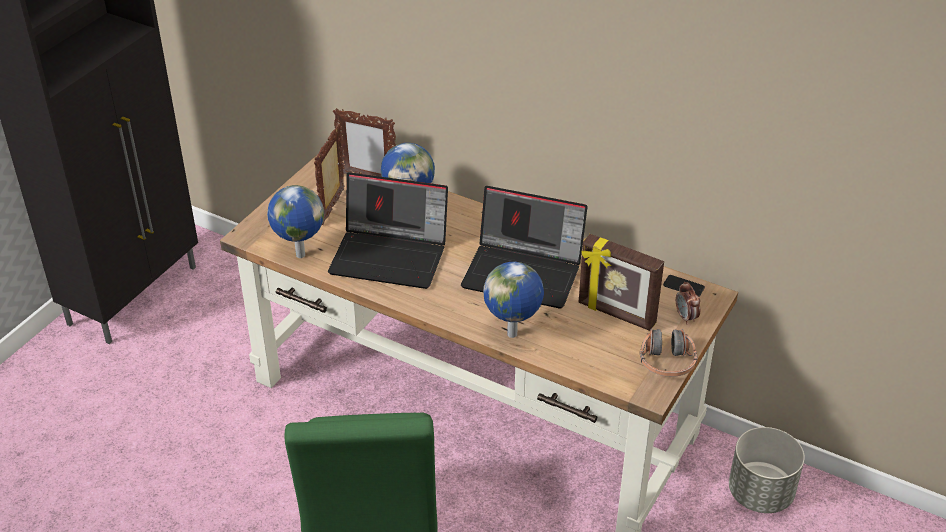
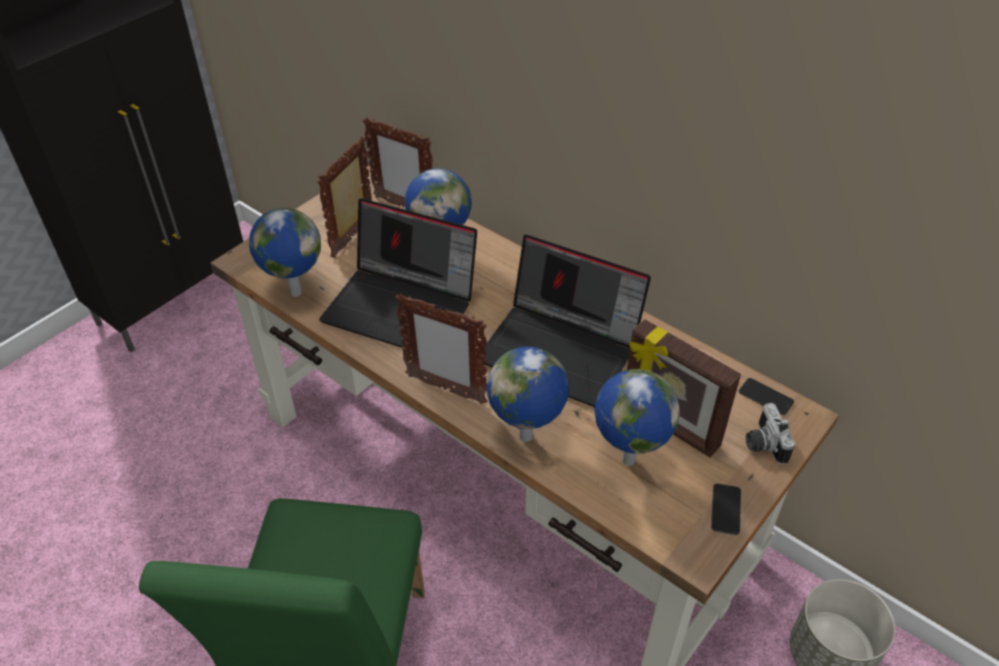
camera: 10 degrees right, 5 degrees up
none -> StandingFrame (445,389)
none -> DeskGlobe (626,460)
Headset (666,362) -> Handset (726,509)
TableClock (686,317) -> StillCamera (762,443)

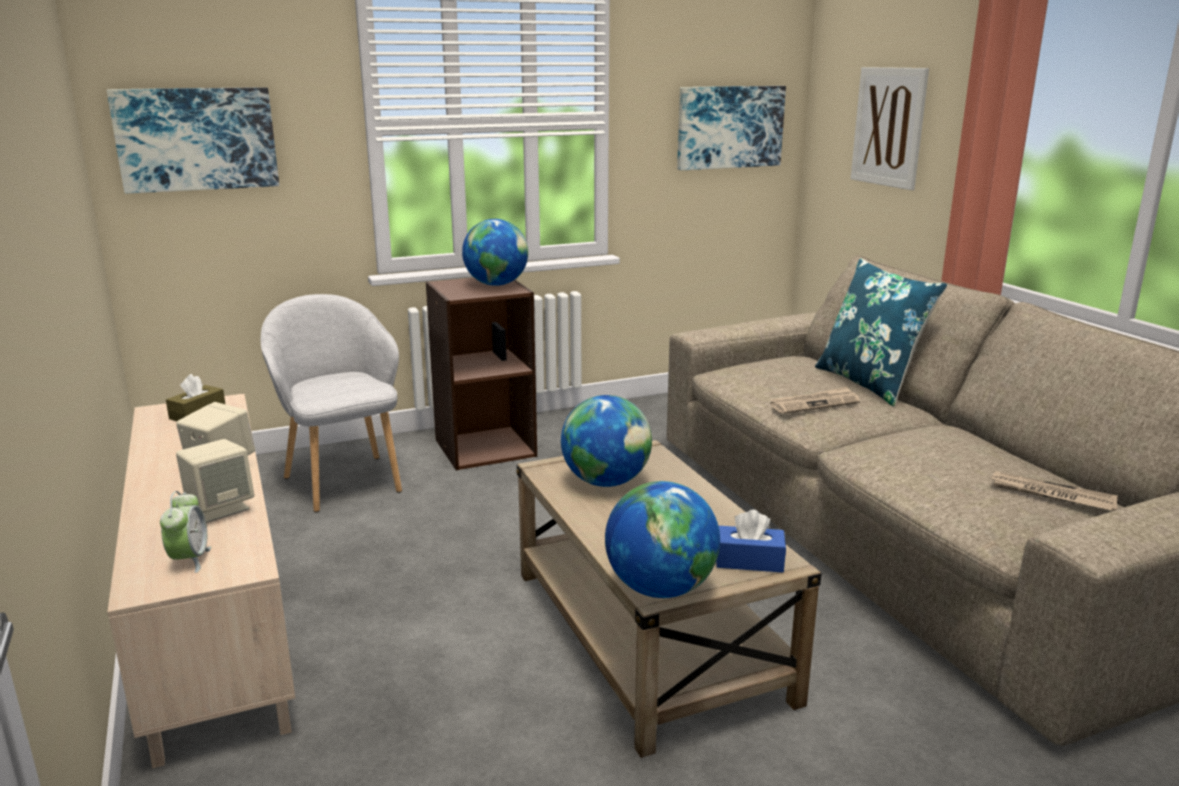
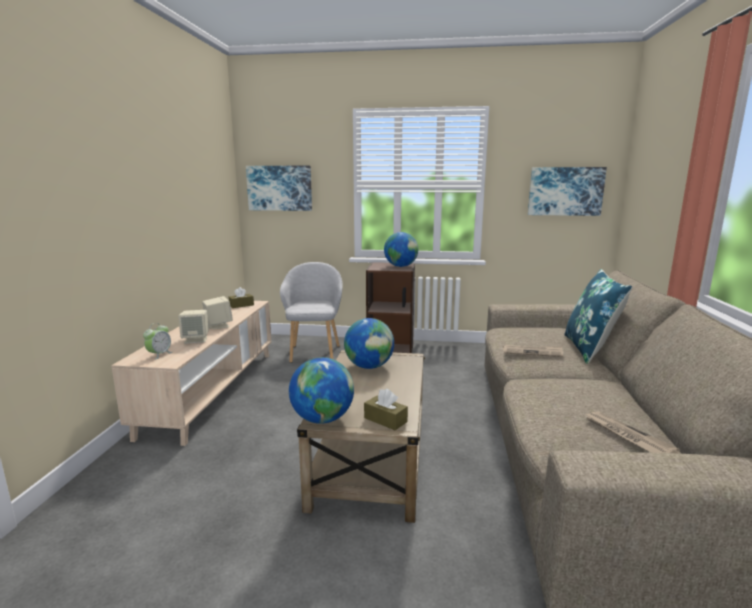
camera: 30 degrees right, 5 degrees down
BluishTissueBox (749,561) -> BrownColouredTissueBox (385,420)
WallArt (889,127) -> none

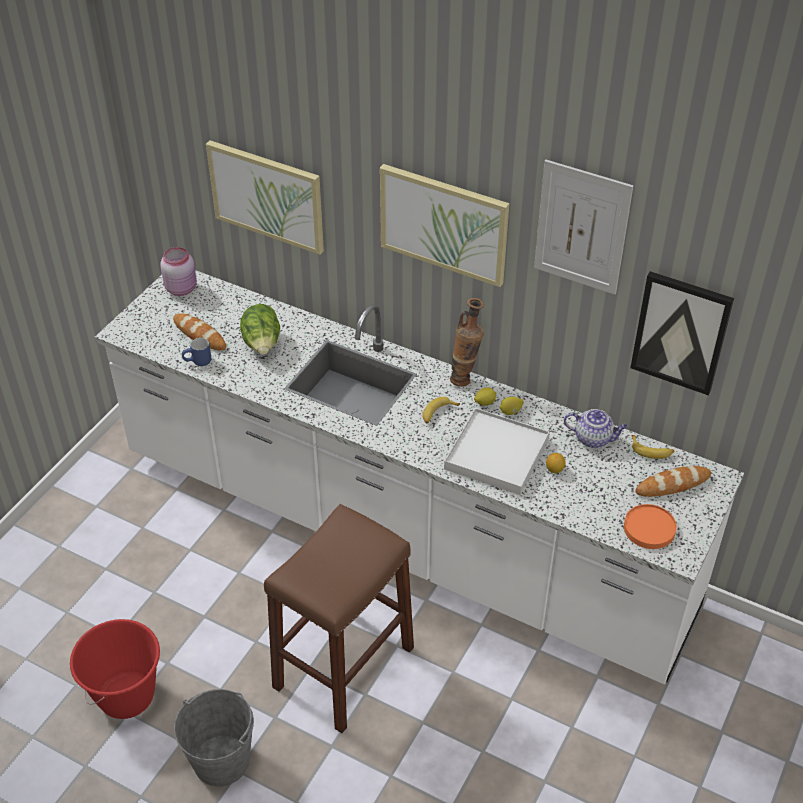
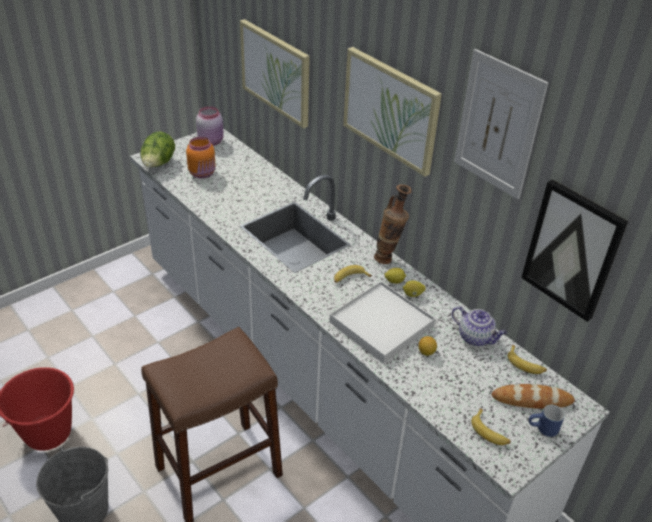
camera: 20 degrees right, 5 degrees down
HeadOfLettuce (262,345) -> HeadOfLettuce (158,165), shifted
BakedBread (199,334) -> OrangeColouredPreserveJar (203,173)
OrangeColouredDinnerPlate (649,528) -> WholeBanana (490,432)
BluishCoffeeMug (198,363) -> BluishCoffeeMug (542,430), shifted

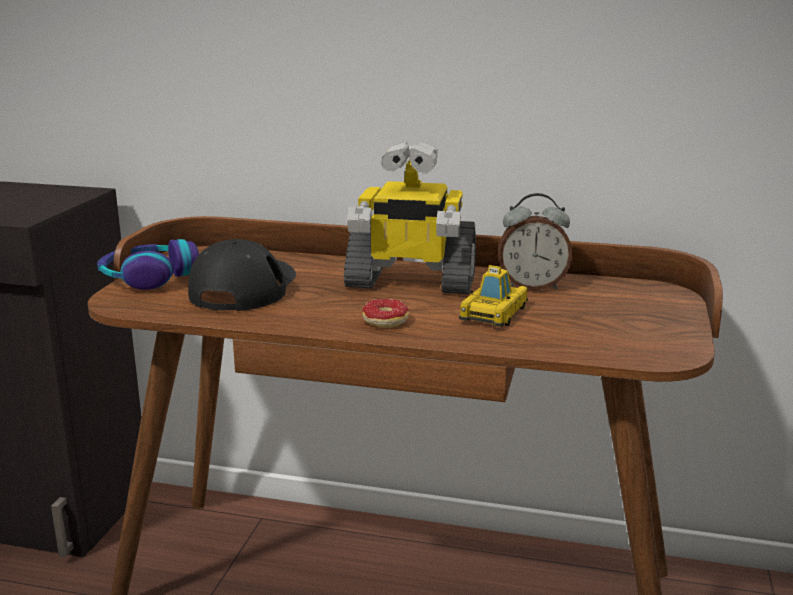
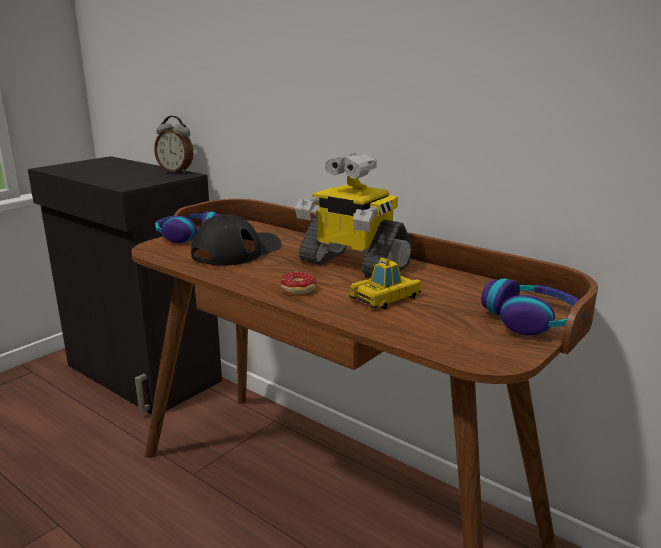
camera: 25 degrees right, 0 degrees up
TableClock (532,286) -> TableClock (176,171), shifted
none -> Headset (532,320)

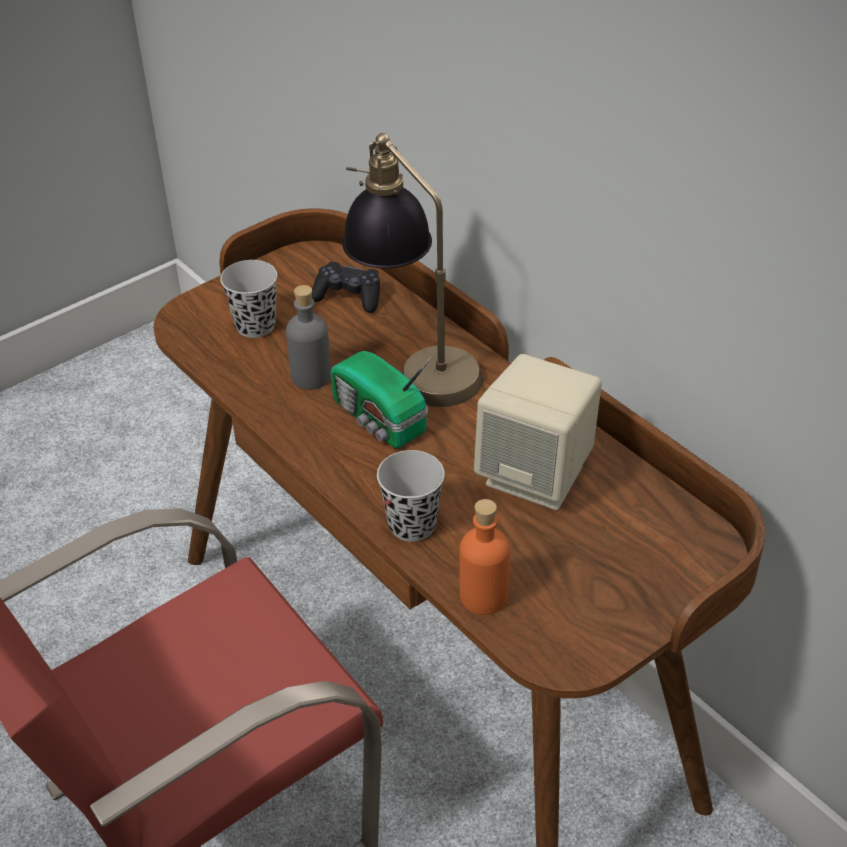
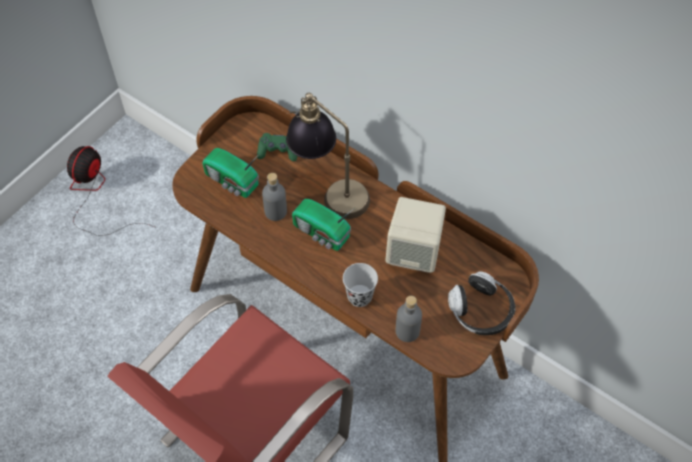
camera: 15 degrees left, 15 degrees up
none -> Fan (95,195)
BlackishCup (255,326) -> RadioReceiver (232,182)
BlackishGameController (348,296) -> GreenishGameController (278,151)
OrangeColouredDrinkBottle (483,596) -> GrayDrinkBottle (407,331)
none -> Headset (481,311)

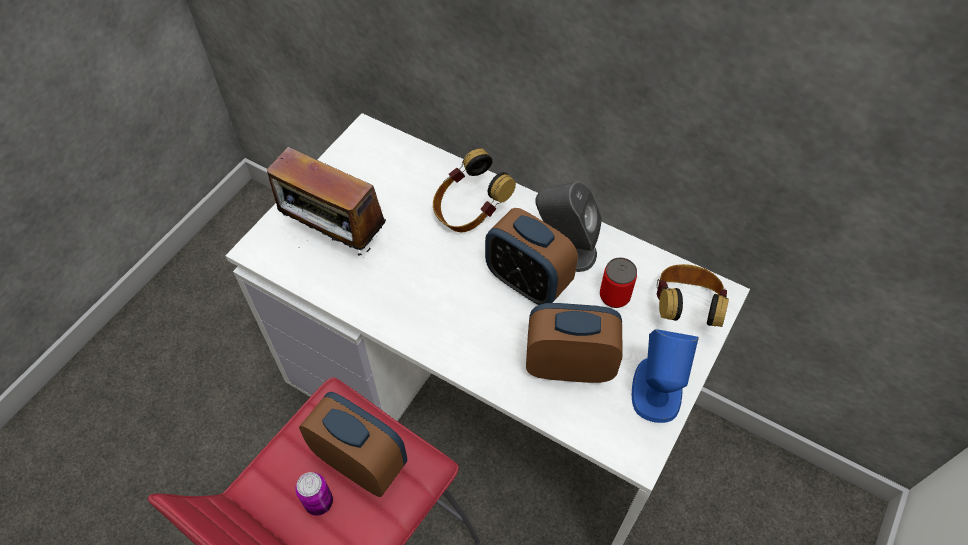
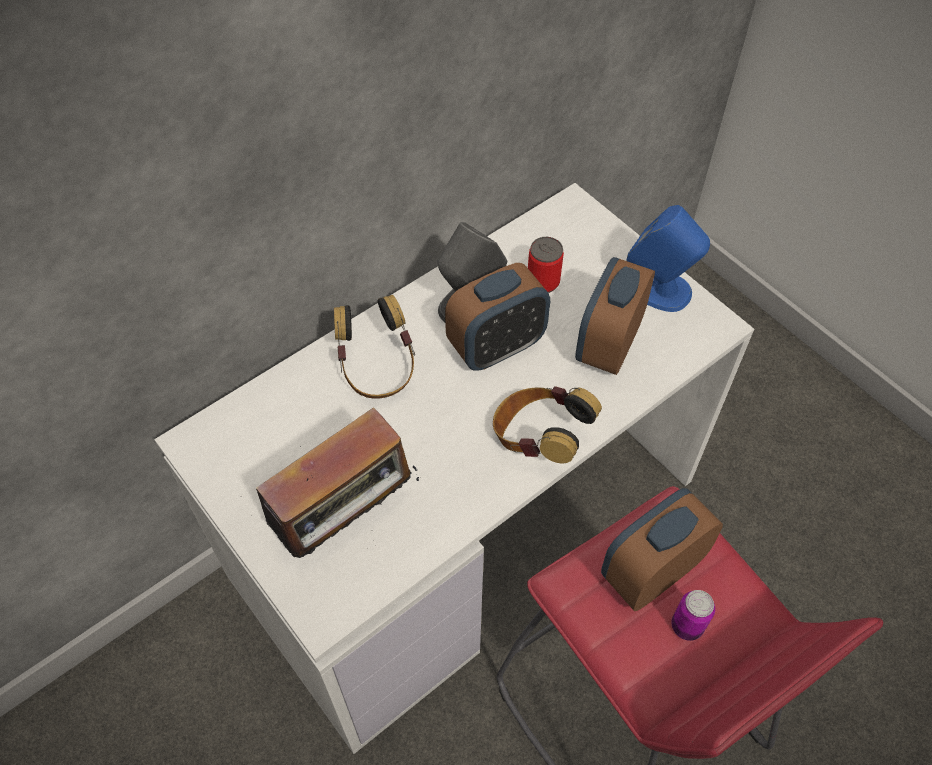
camera: 70 degrees left, 0 degrees up
Headset (685,308) -> Headset (539,439), shifted

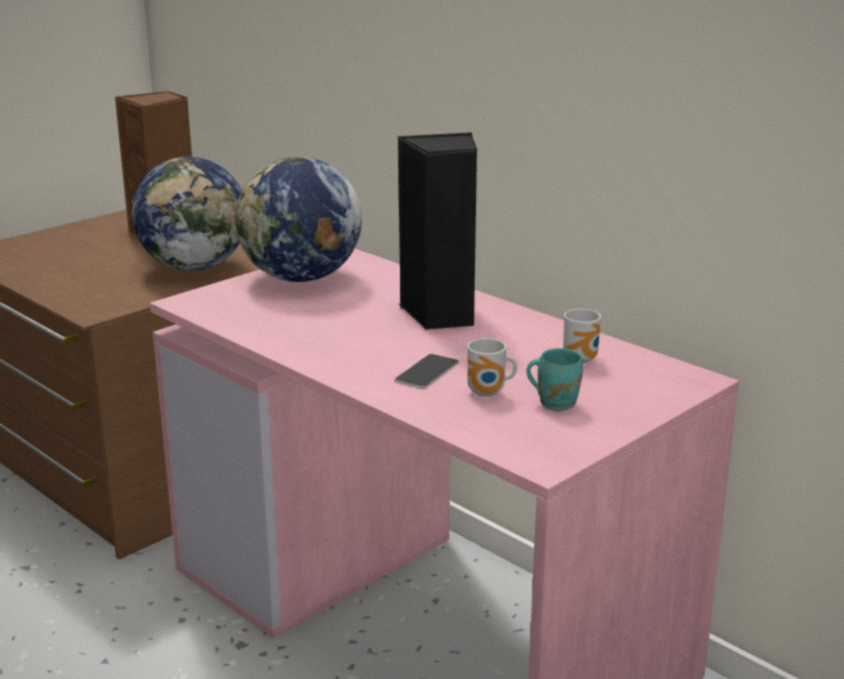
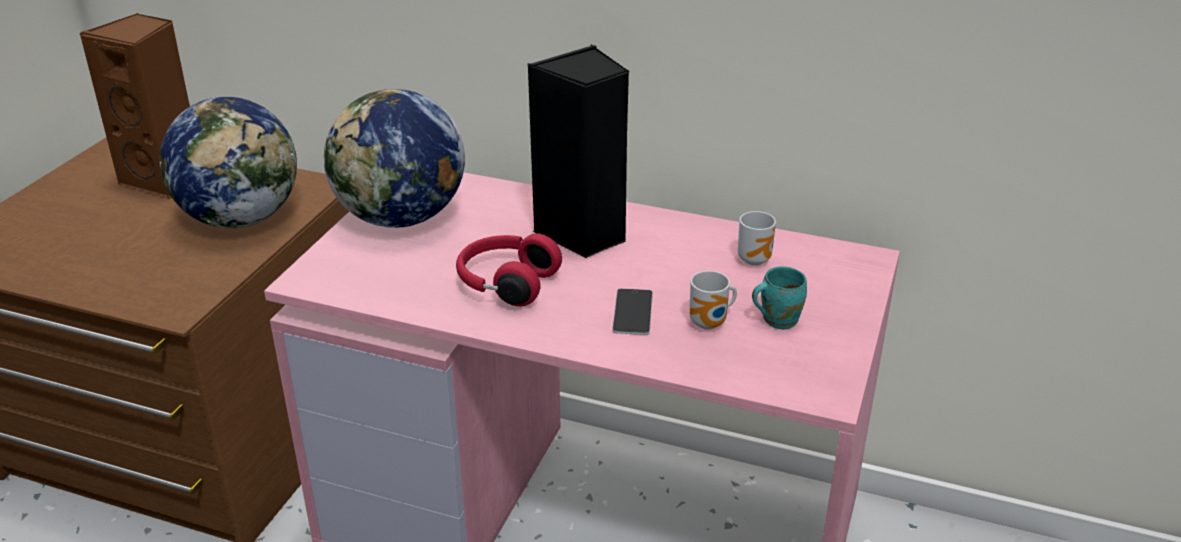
camera: 25 degrees left, 10 degrees up
none -> RedHeadset (506,283)

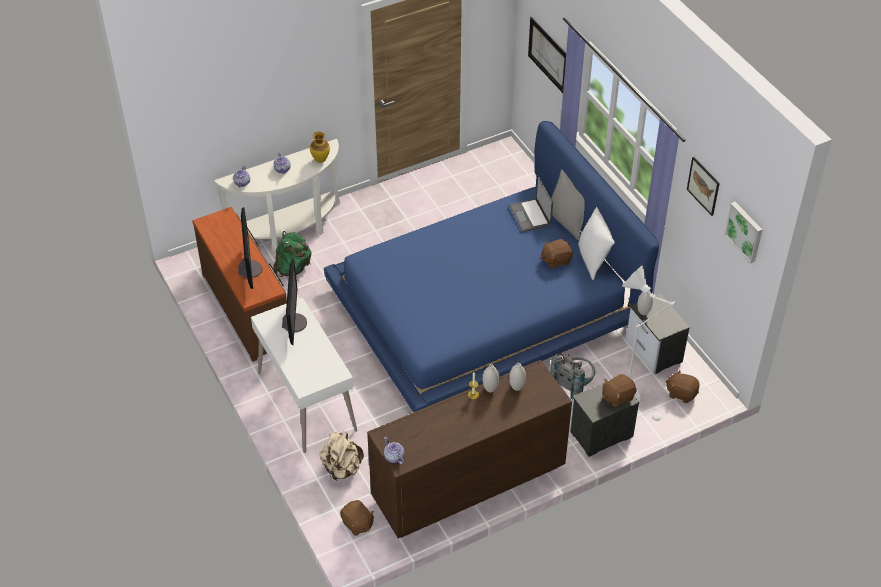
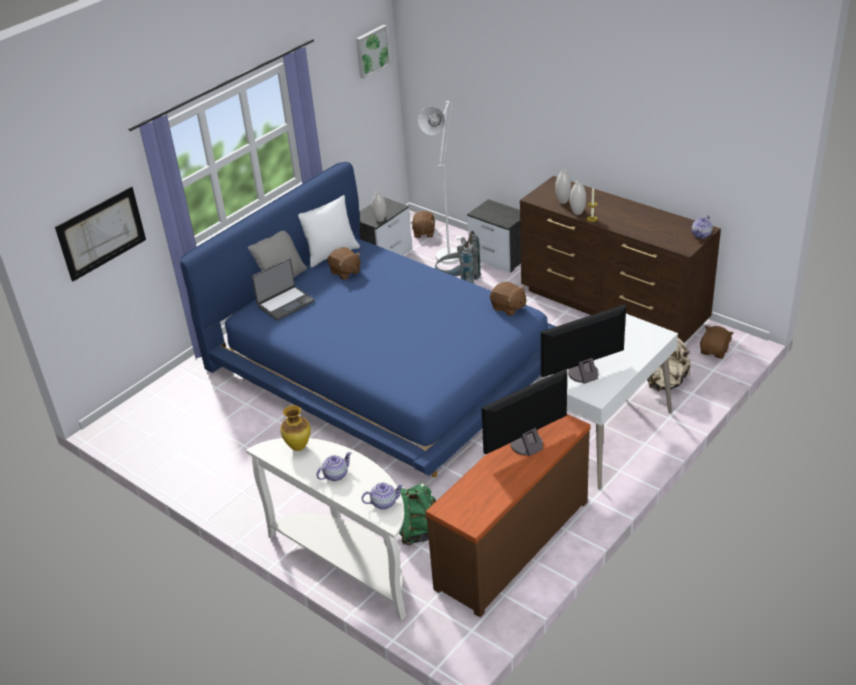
camera: 110 degrees left, 10 degrees down
BrownColouredCuddlyToy (617,397) -> BrownColouredCuddlyToy (508,308), shifted
WallArt (703,186) -> none

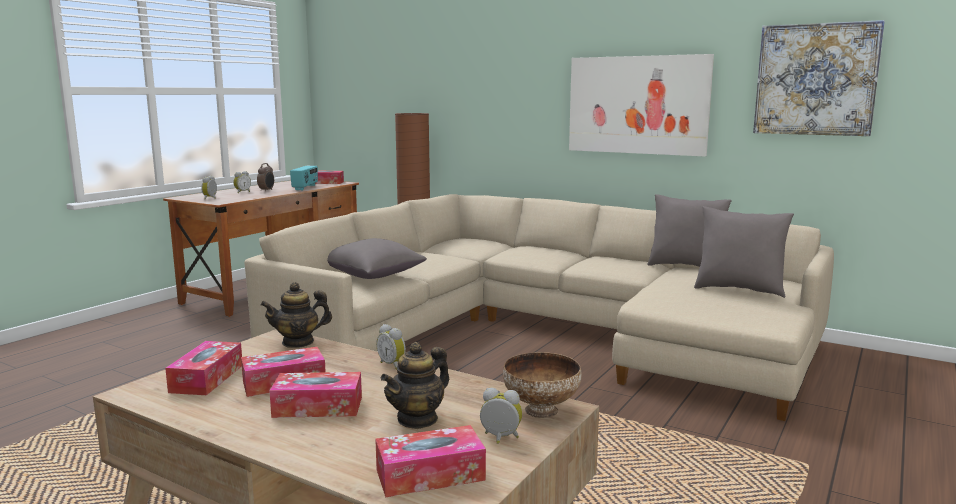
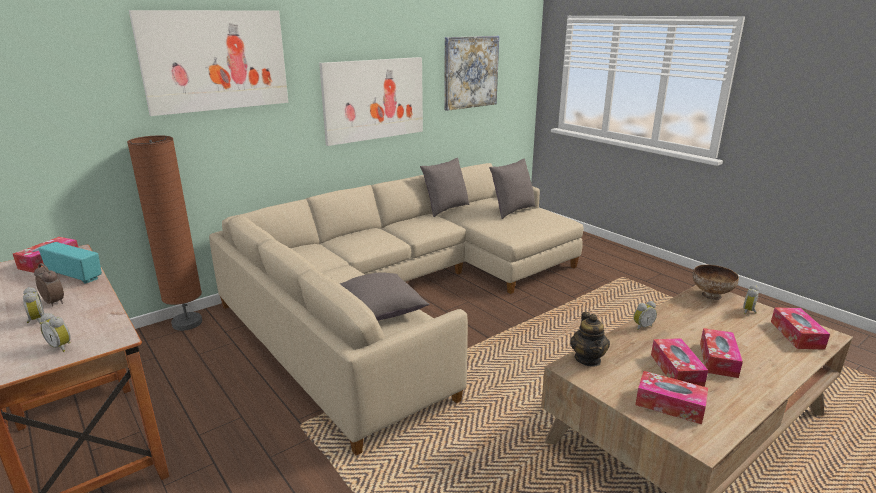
camera: 70 degrees left, 10 degrees up
none -> WallArt (215,60)
PotForTea (418,419) -> none

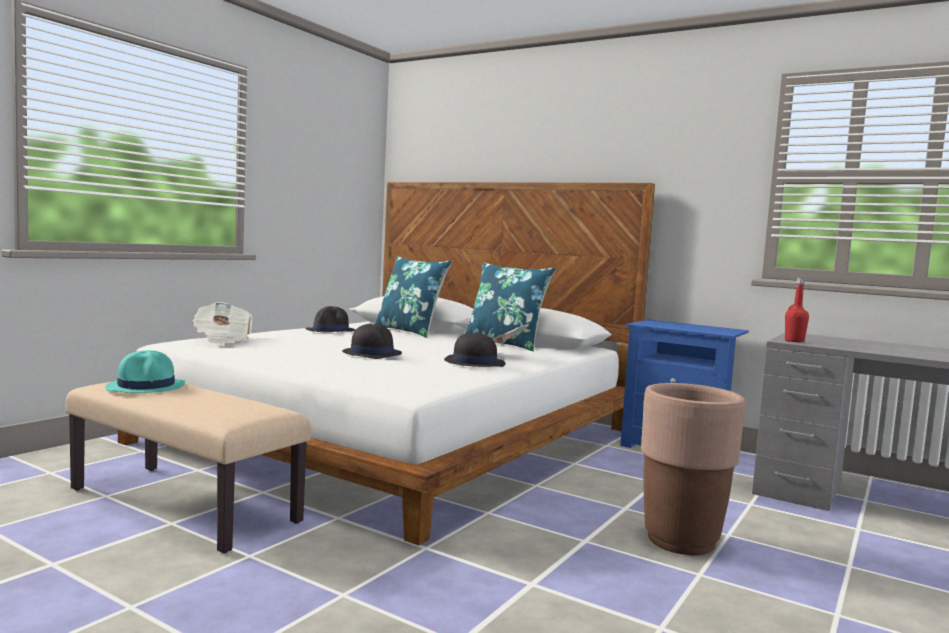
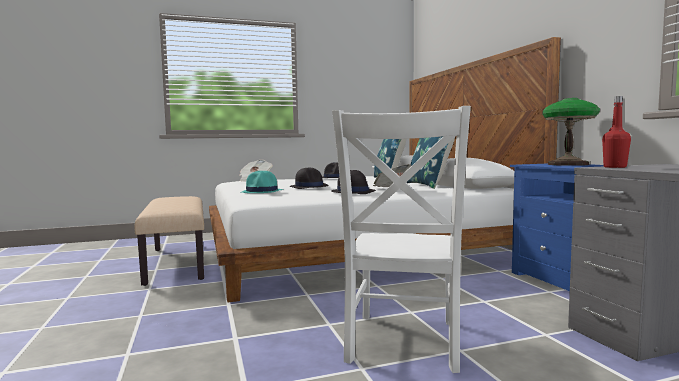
camera: 40 degrees right, 0 degrees up
TurquoiseColouredWearableHat (147,387) -> TurquoiseColouredWearableHat (262,192), shifted
BrownColouredFlowerPot (681,541) -> WhiteColouredChair (402,343)
none -> TabletopLamp (568,164)

